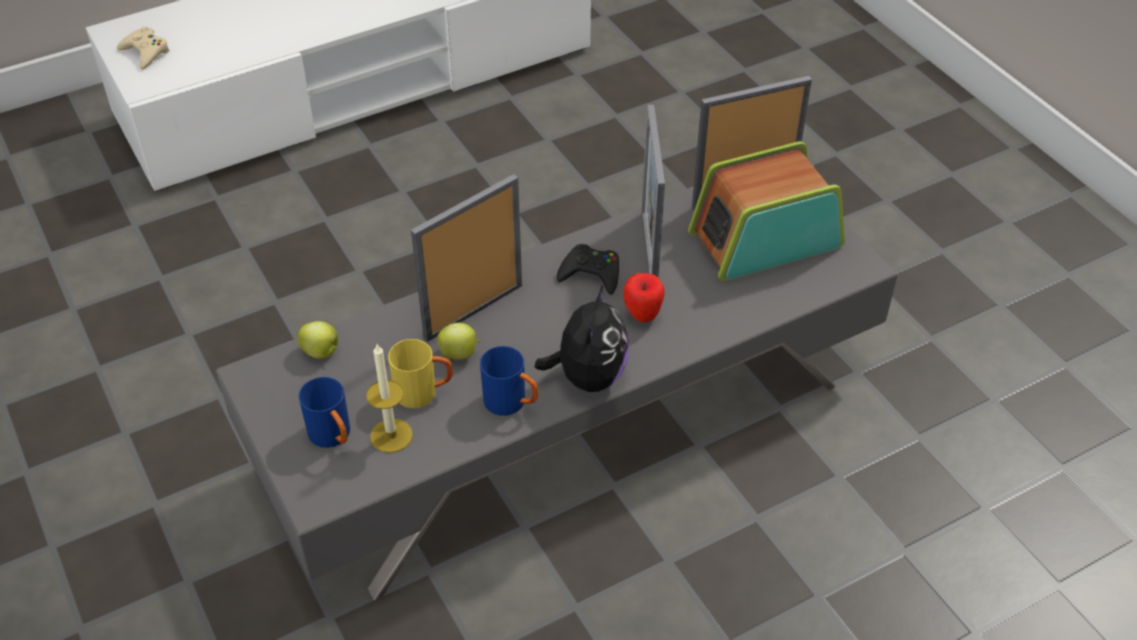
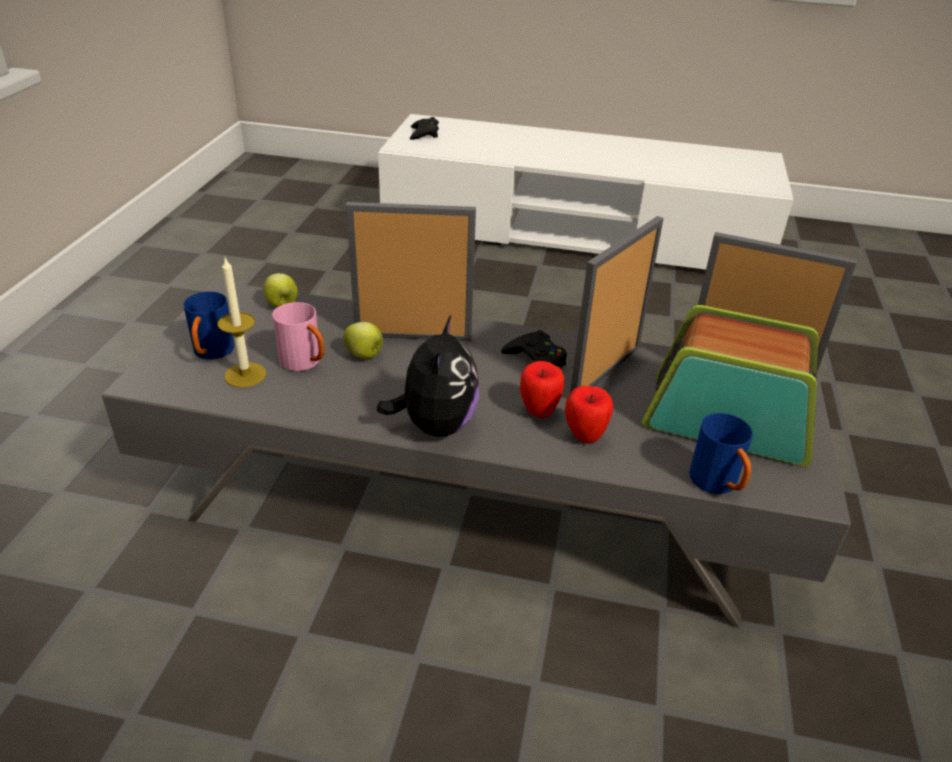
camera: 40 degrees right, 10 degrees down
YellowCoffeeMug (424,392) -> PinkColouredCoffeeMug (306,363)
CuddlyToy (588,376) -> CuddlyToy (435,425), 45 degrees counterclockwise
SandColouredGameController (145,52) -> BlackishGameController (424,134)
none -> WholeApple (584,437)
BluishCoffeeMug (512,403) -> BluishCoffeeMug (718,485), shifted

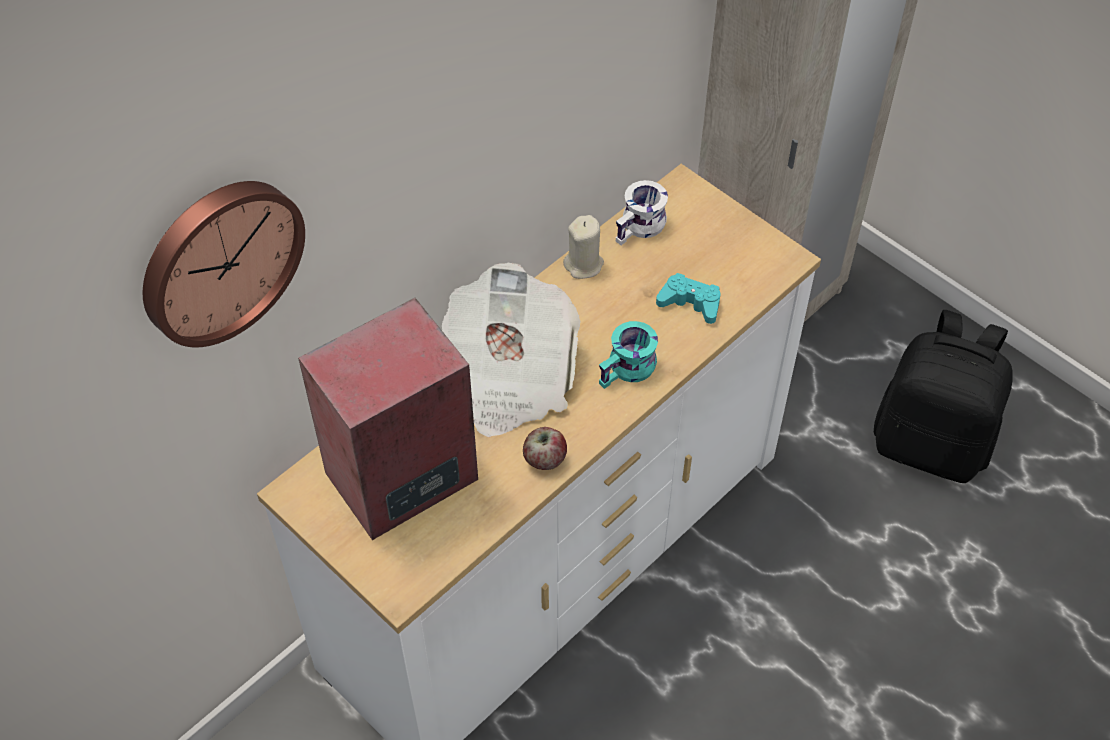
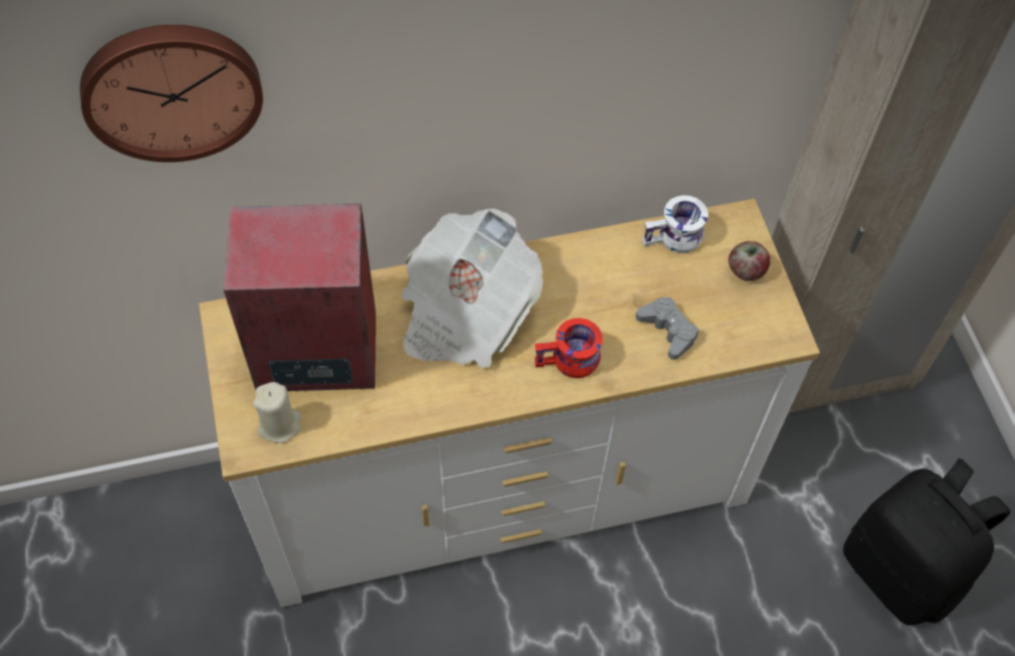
camera: 30 degrees right, 5 degrees up
SandColouredWaxCandle (584,264) -> SandColouredWaxCandle (280,425), shifted
TurquoiseColouredCoffeeMug (629,371) -> RedCoffeeMug (569,363)
TurquoiseColouredGameController (690,303) -> GrayGameController (668,330)
WholeApple (545,459) -> WholeApple (746,271), shifted

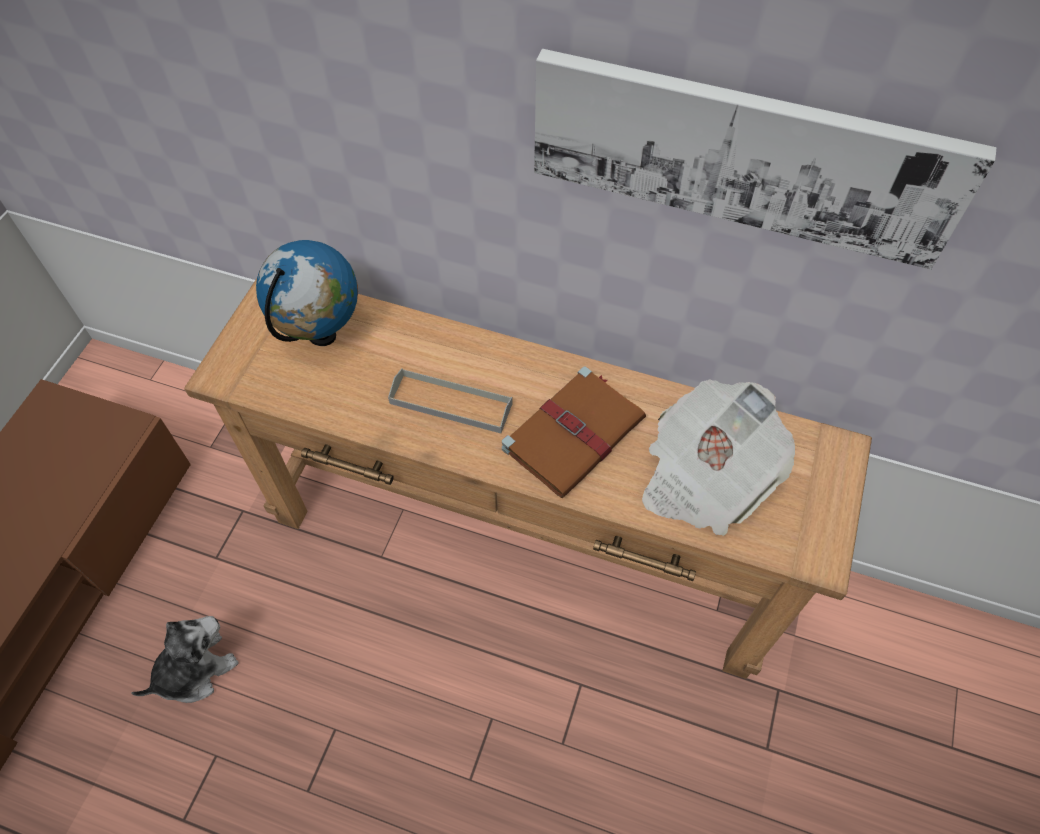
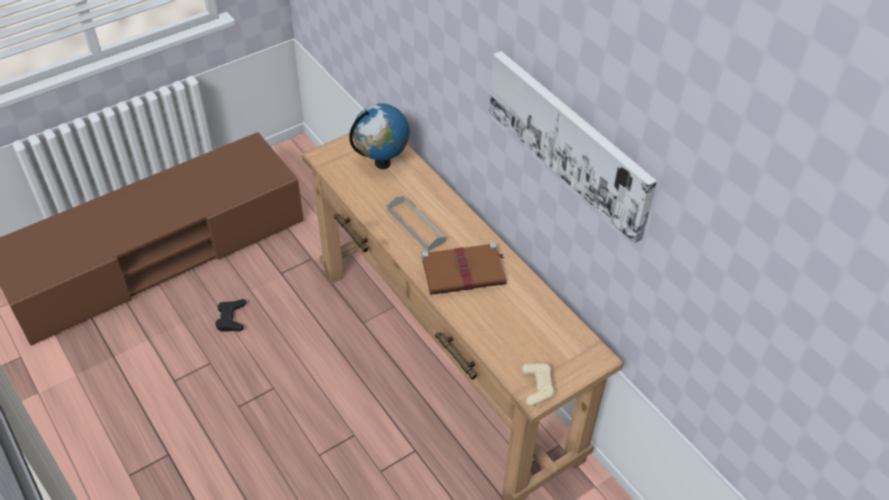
camera: 35 degrees right, 10 degrees down
CuddlyToy (195,669) -> BlackishGameController (231,318)
none -> SandColouredGameController (537,387)
PrintedPaper (705,476) -> none

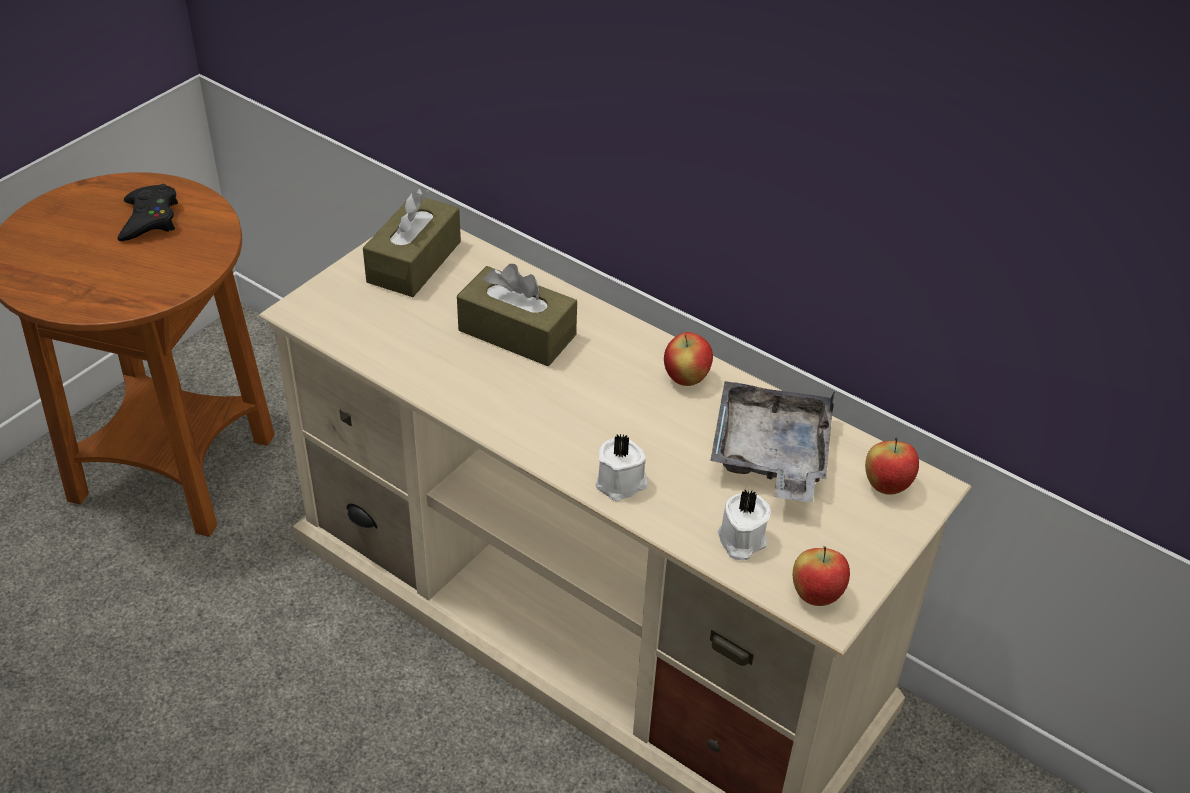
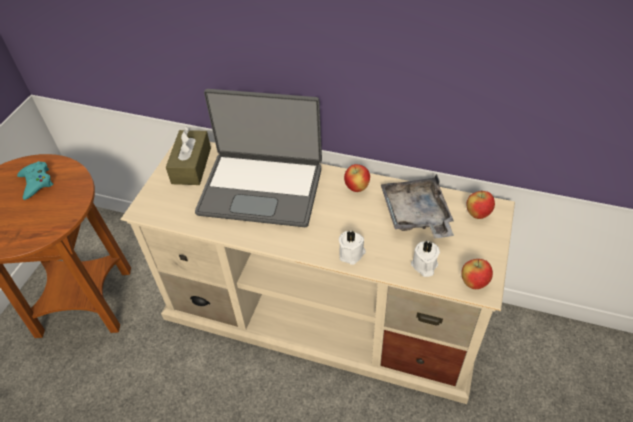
camera: 15 degrees left, 5 degrees up
BlackishGameController (149,219) -> TurquoiseColouredGameController (36,182)
BrownColouredTissueBox (517,333) -> NotebookComputer (262,188)

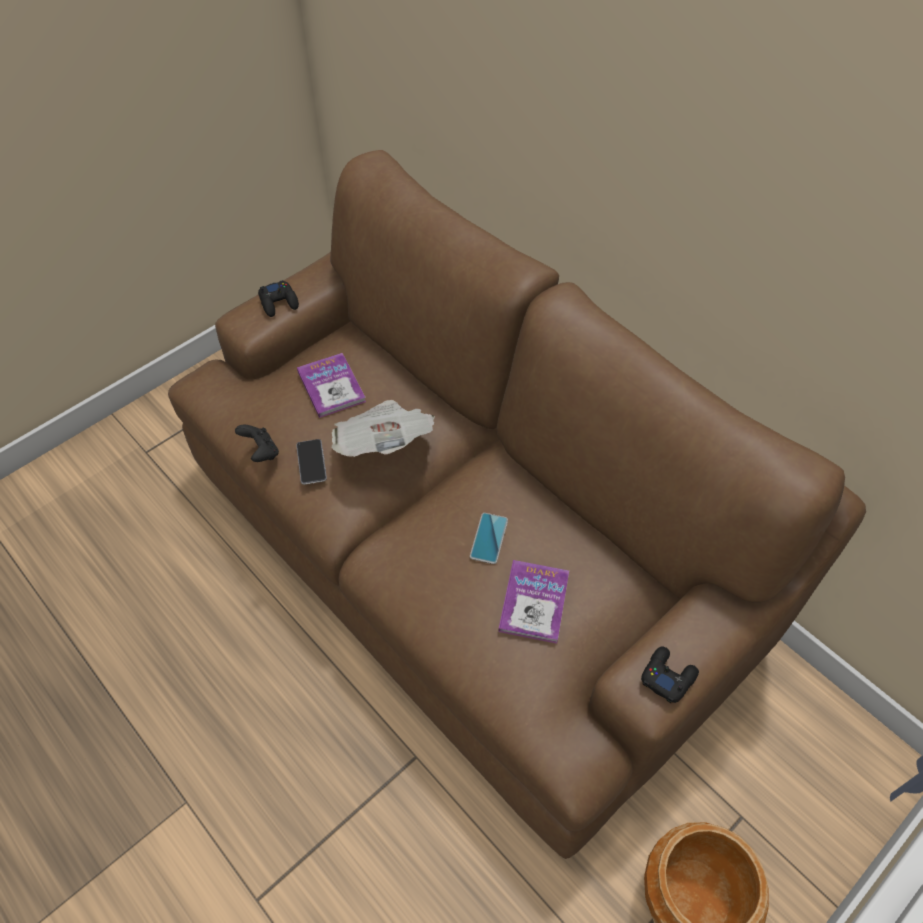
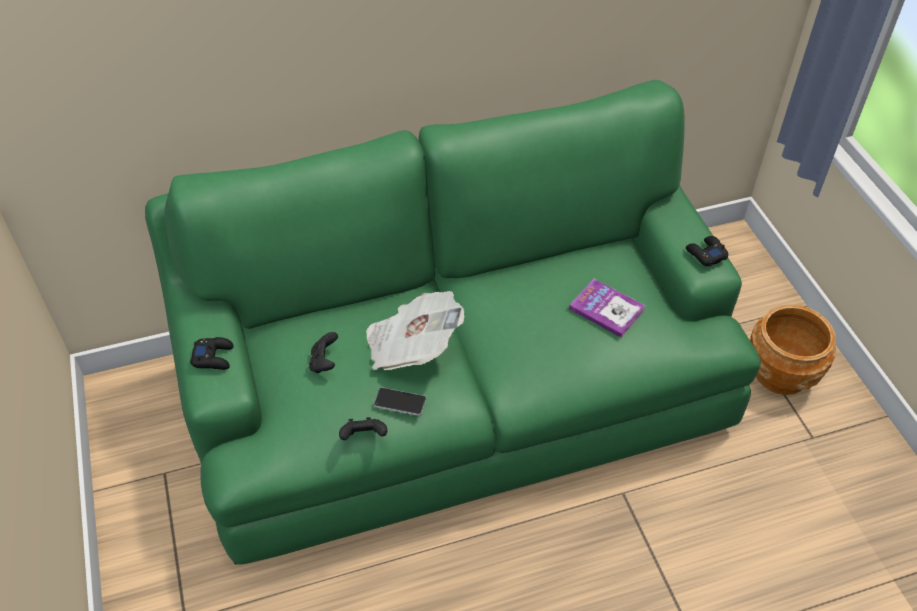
camera: 65 degrees left, 5 degrees down
BrownColouredSofa (464,550) -> GreenishSofa (458,393)
Volume (331,386) -> BlackishGameController (324,362)
Handset (489,538) -> none

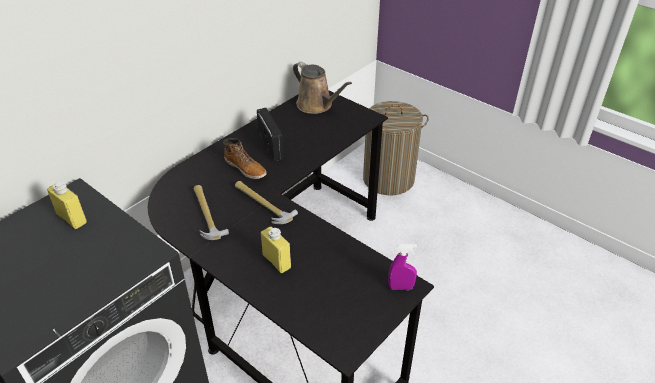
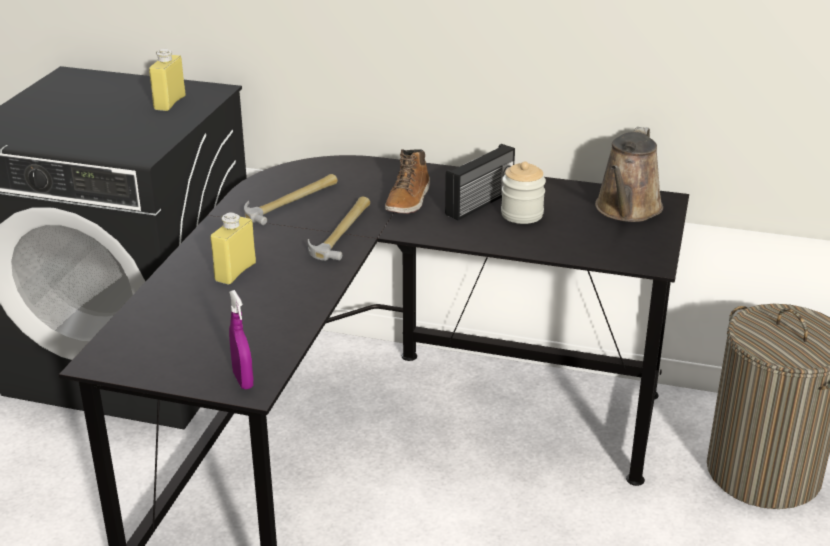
camera: 65 degrees right, 10 degrees down
none -> PreserveJar (522,214)

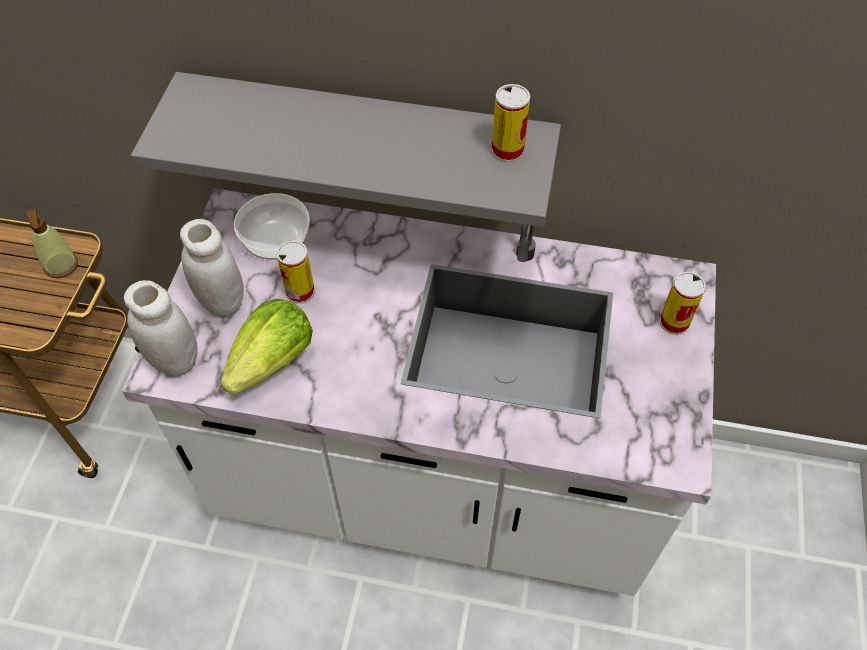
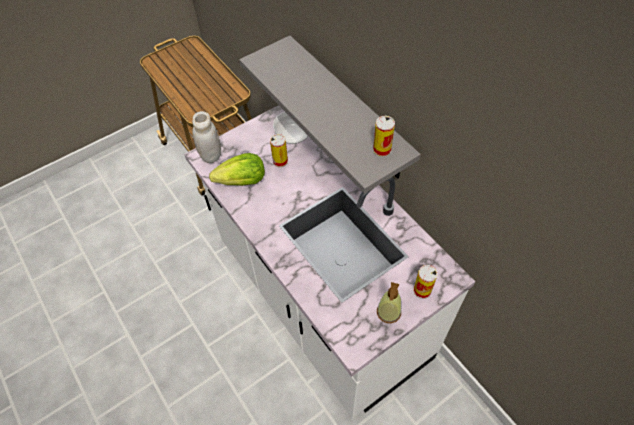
camera: 45 degrees right, 0 degrees up
SoapBottle (61,266) -> SoapBottle (388,312), shifted
WhiteColouredPreserveJar (222,301) -> none

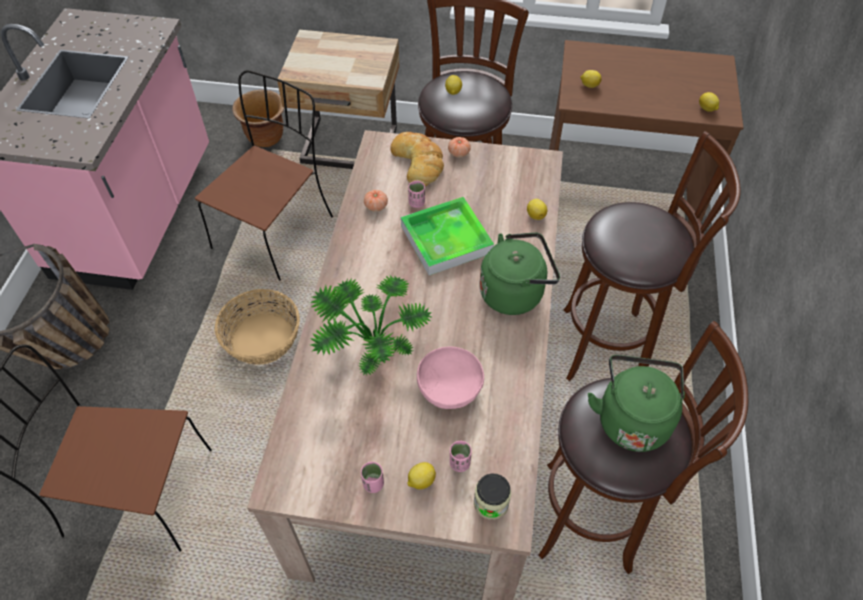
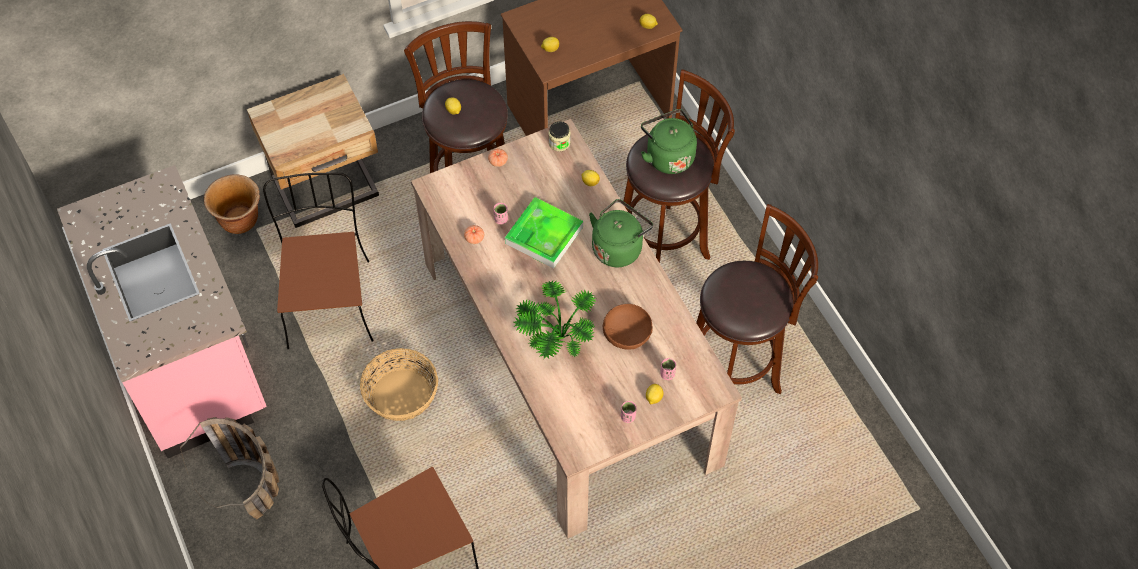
camera: 35 degrees left, 5 degrees up
PreserveJar (491,503) -> PreserveJar (559,143), shifted
PinkColouredBowl (450,388) -> BrownColouredBowl (627,334)
GreenishKettle (631,418) -> GreenishKettle (668,156), shifted
BakedBread (419,161) -> none

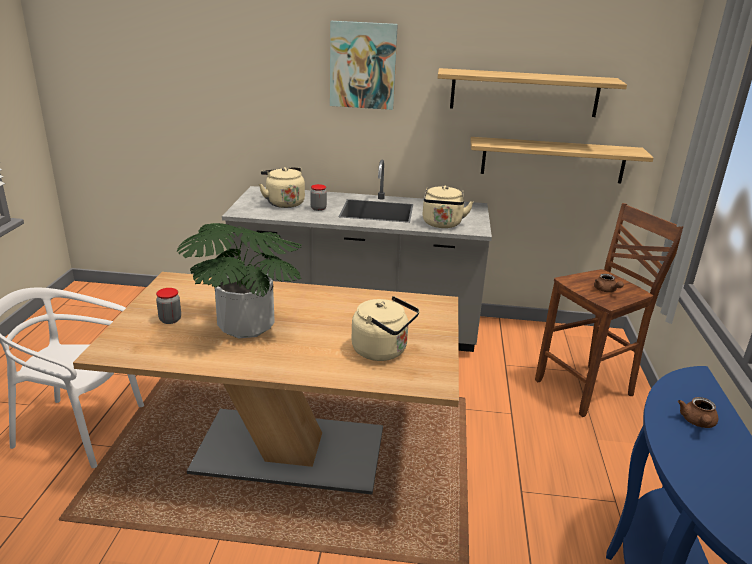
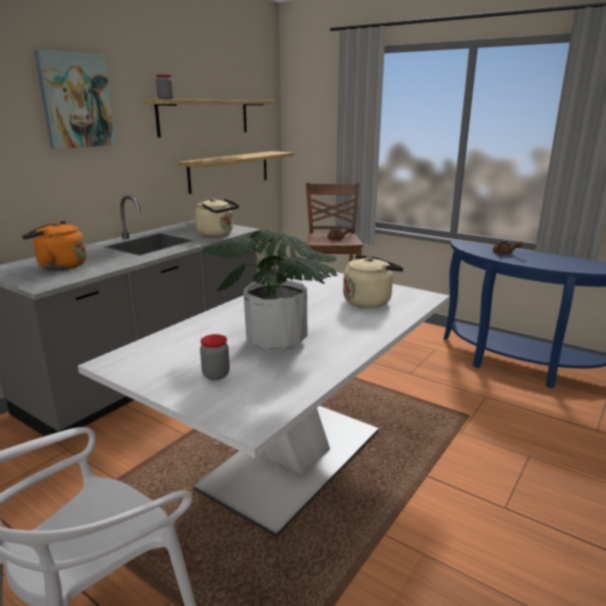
camera: 60 degrees left, 5 degrees down
SandColouredKettle (284,203) -> OrangeColouredKettle (59,266)
BrownColouredKitchenTable (290,450) -> WhiteColouredKitchenTable (293,459)
PreserveJar (318,208) -> PreserveJar (165,99), shifted

